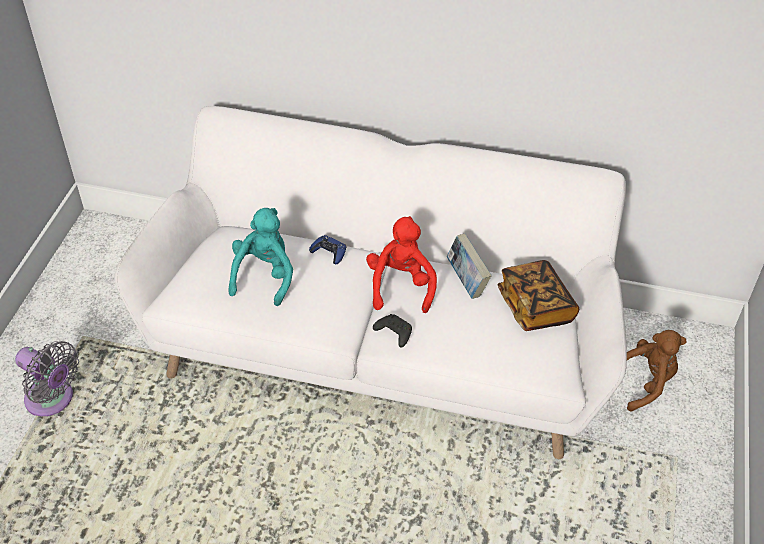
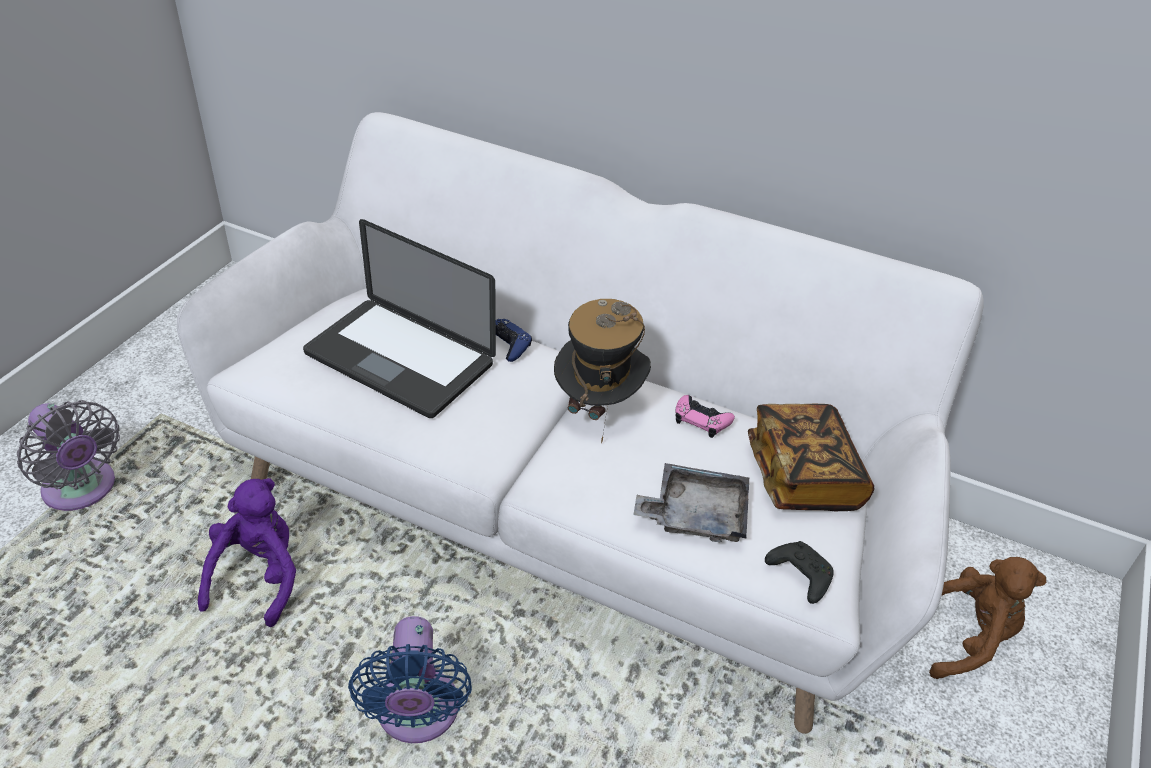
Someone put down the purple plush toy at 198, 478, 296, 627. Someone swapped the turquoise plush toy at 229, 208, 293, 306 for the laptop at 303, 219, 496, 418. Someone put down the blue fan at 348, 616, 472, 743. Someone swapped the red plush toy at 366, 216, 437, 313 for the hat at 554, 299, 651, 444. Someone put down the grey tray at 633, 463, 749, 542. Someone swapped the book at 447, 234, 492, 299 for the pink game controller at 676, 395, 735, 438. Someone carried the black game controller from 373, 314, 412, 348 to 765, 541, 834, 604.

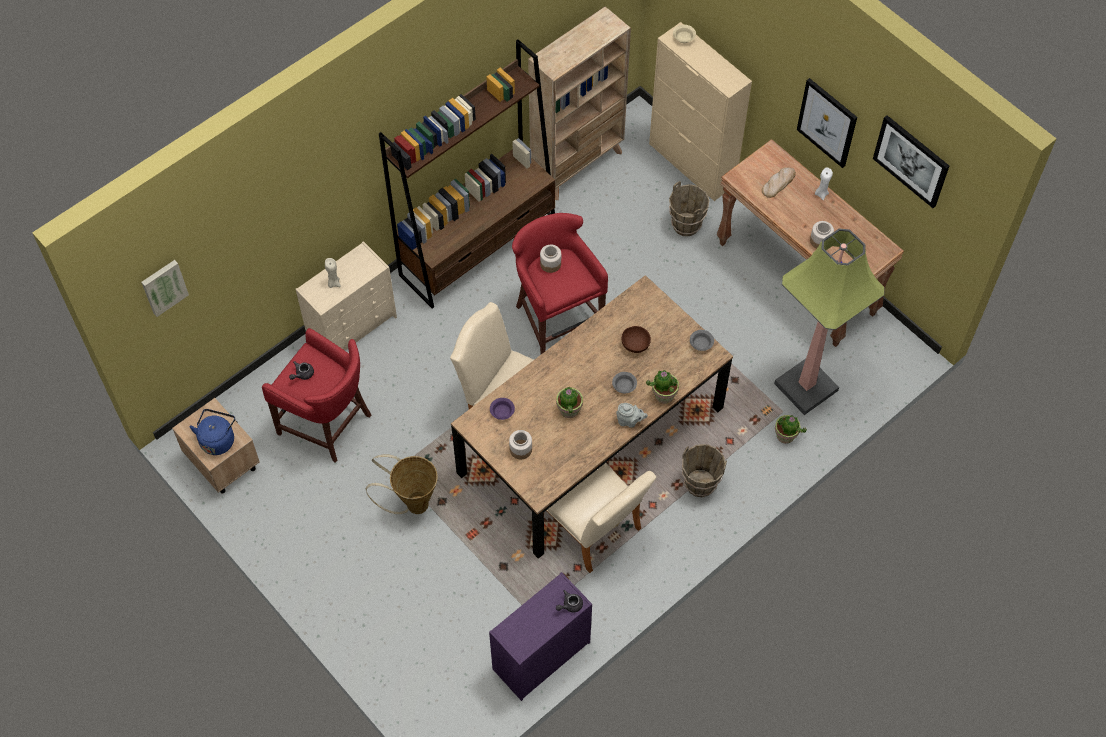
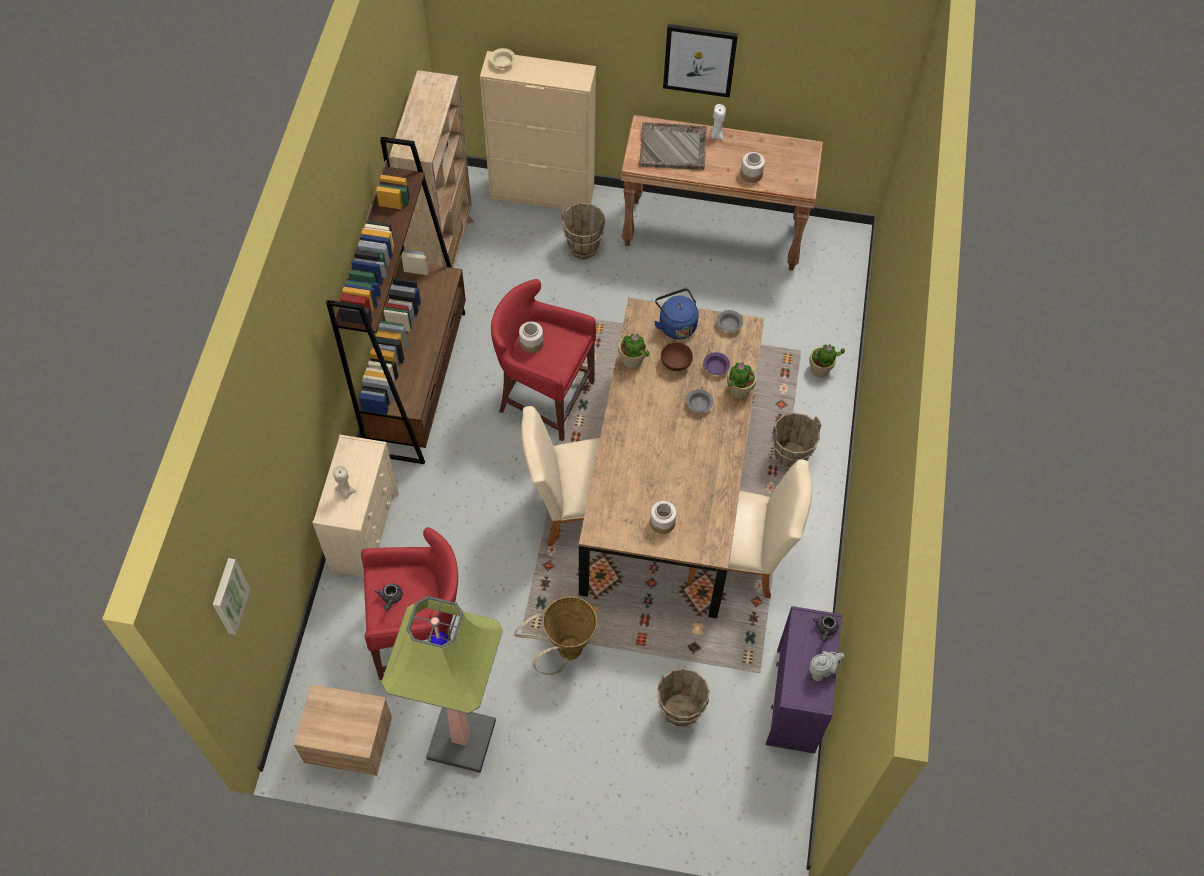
Someone carried the floor lamp from 774, 228, 884, 415 to 381, 596, 503, 773. Someone carried the potted plant from 556, 387, 583, 418 to 619, 334, 650, 368. Someone swapped the bread at 762, 167, 796, 198 for the grey tray at 639, 122, 707, 170. Someone carried the blue kettle from 189, 409, 235, 455 to 654, 288, 699, 339. Someone put down the brown bucket at 658, 668, 710, 728. Someone carried the purple bowl from 490, 398, 515, 420 to 703, 352, 730, 375. Someone carried the grey teapot from 616, 403, 648, 428 to 810, 651, 845, 681. Someone took away the picture at 873, 115, 949, 208.

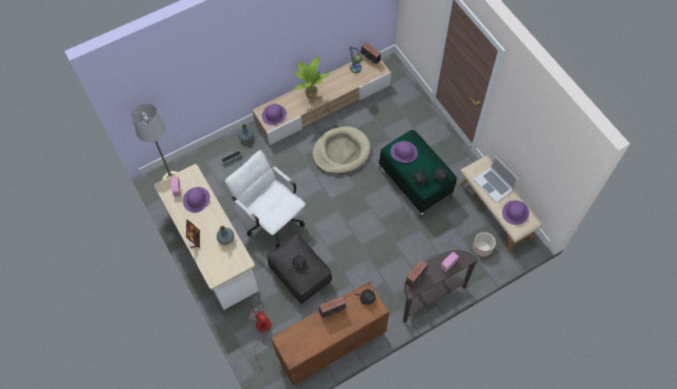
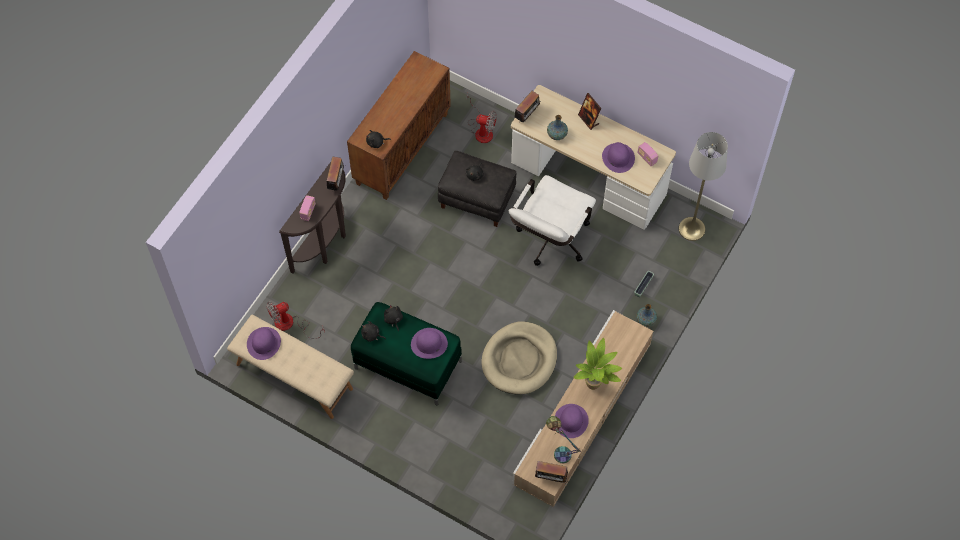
Someone swapped the planter at 473, 232, 496, 257 for the fan at 266, 301, 325, 339. Someone rotated the white office chair at 225, 150, 305, 248 by 105 degrees clockwise. Someone carried the radio from 319, 296, 346, 318 to 512, 91, 542, 122. Someone carried the purple hat from 262, 104, 287, 126 to 555, 404, 589, 438. Someone took away the laptop at 473, 156, 518, 203.

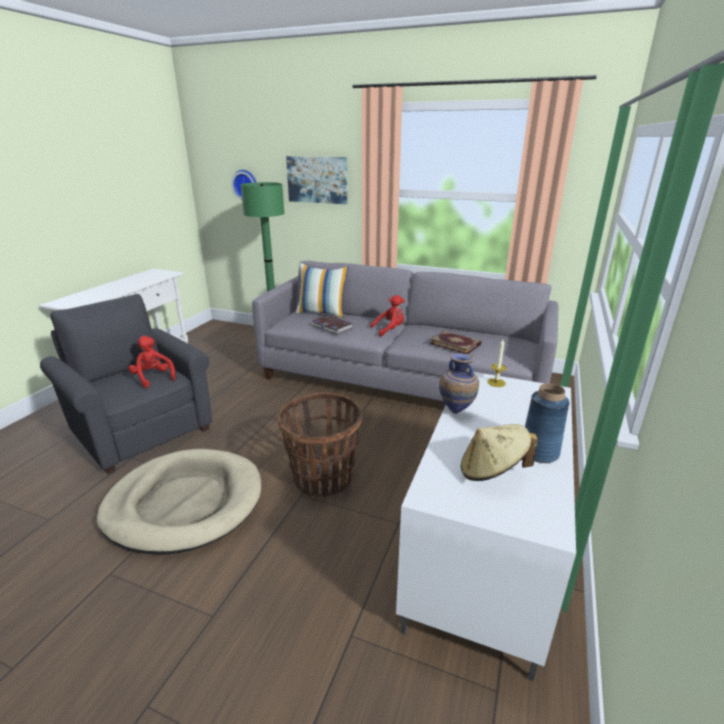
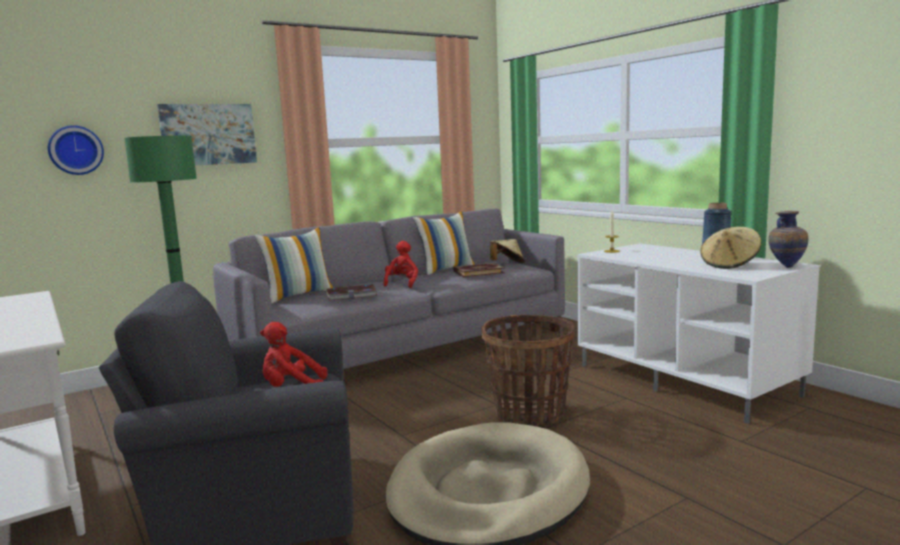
Someone put down the pillow at 413, 211, 475, 275. Someone put down the beige hat at 490, 239, 525, 263. Someone carried the vase from 439, 353, 479, 414 to 768, 211, 808, 268.

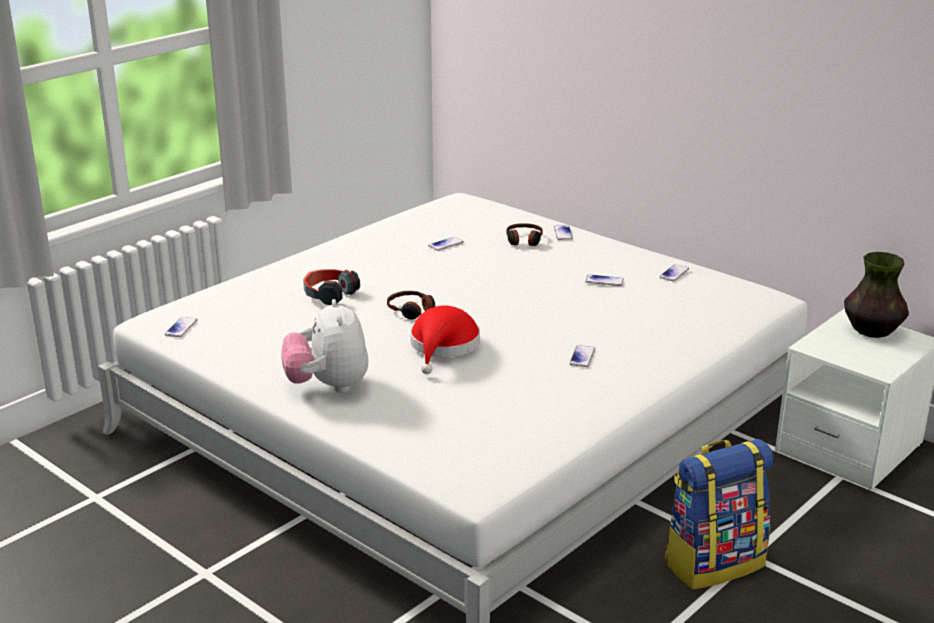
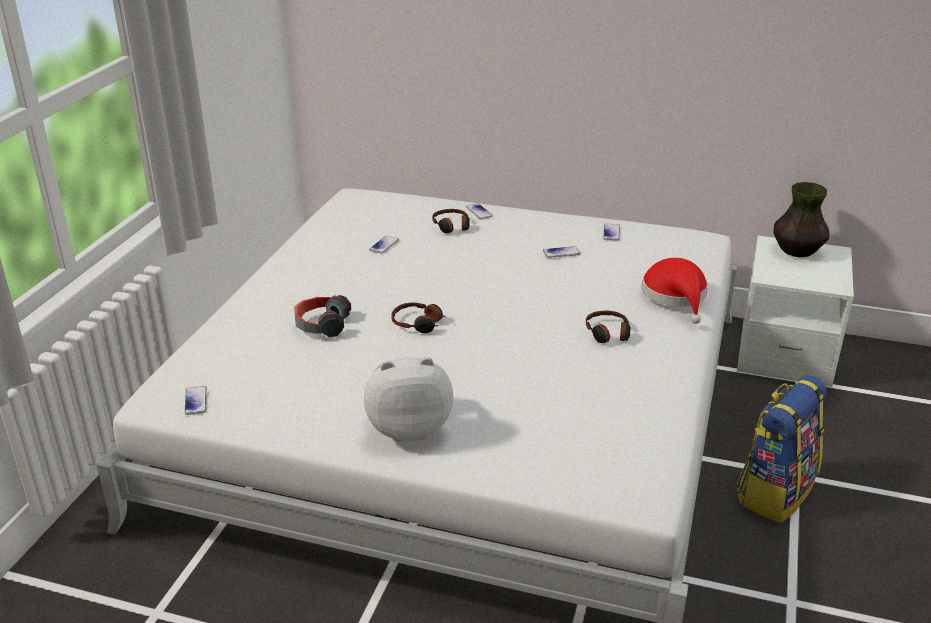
Someone rotated the plush toy at 281, 299, 369, 393 by 120 degrees clockwise. Someone swapped the phone at 569, 345, 595, 367 for the headphones at 586, 311, 631, 343. Someone carried the red hat from 410, 306, 480, 374 to 642, 258, 708, 324.

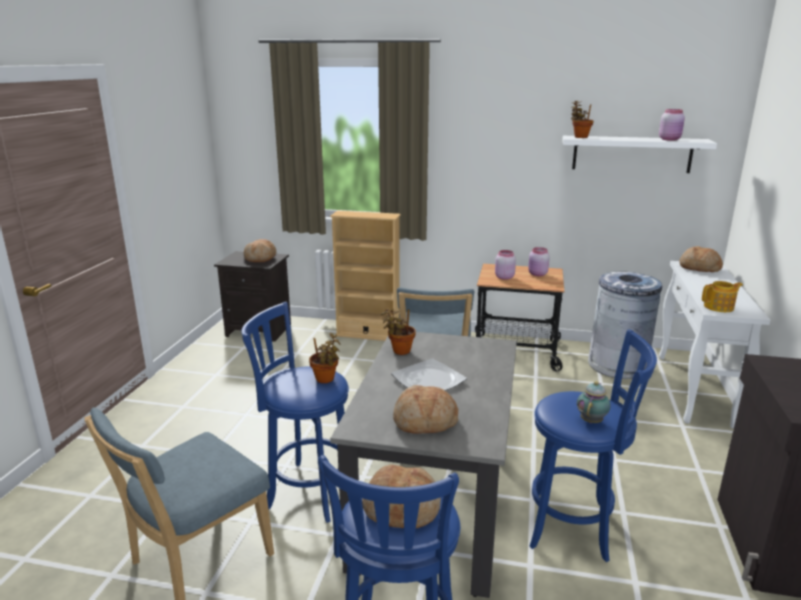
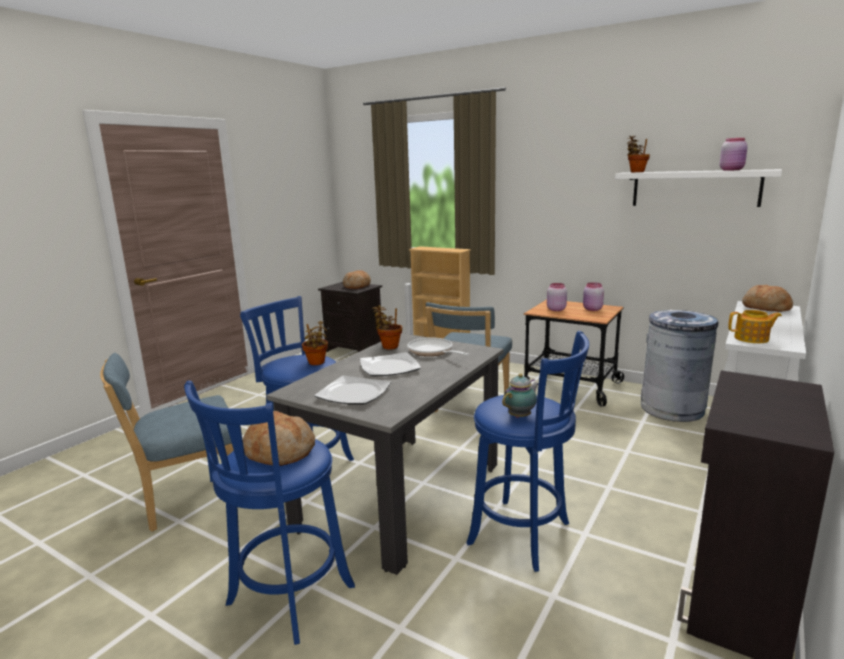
Someone swapped the bread at 393, 385, 458, 434 for the plate at 314, 375, 391, 404. Someone put down the frying pan at 407, 338, 469, 356.

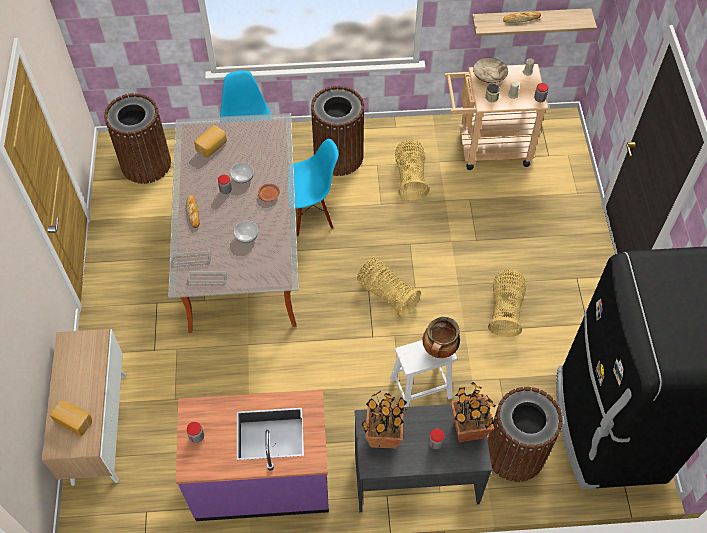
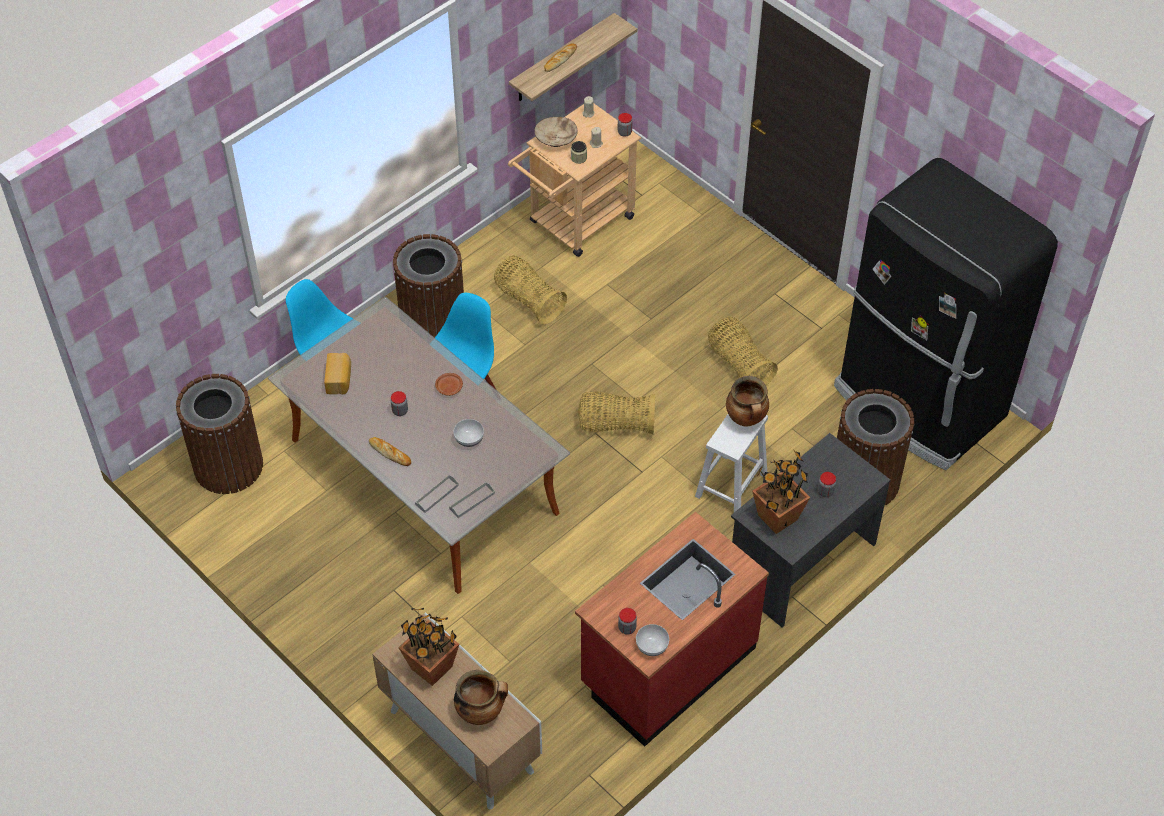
Someone carried the potted plant from 451, 382, 496, 442 to 399, 608, 459, 686. Someone swapped the bread at 50, 400, 92, 436 for the cooking pot at 454, 670, 508, 725. Someone repainted the purple counter at 176, 390, 329, 521, which became the red counter at 575, 512, 769, 747. Someone carried the bowl from 230, 162, 254, 184 to 636, 624, 669, 656.

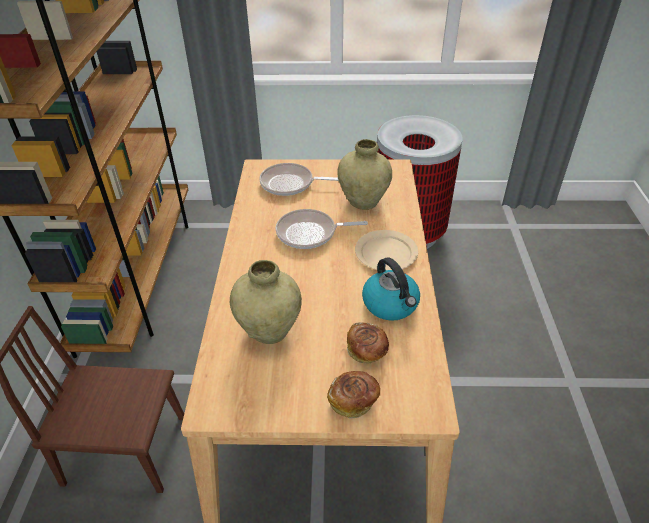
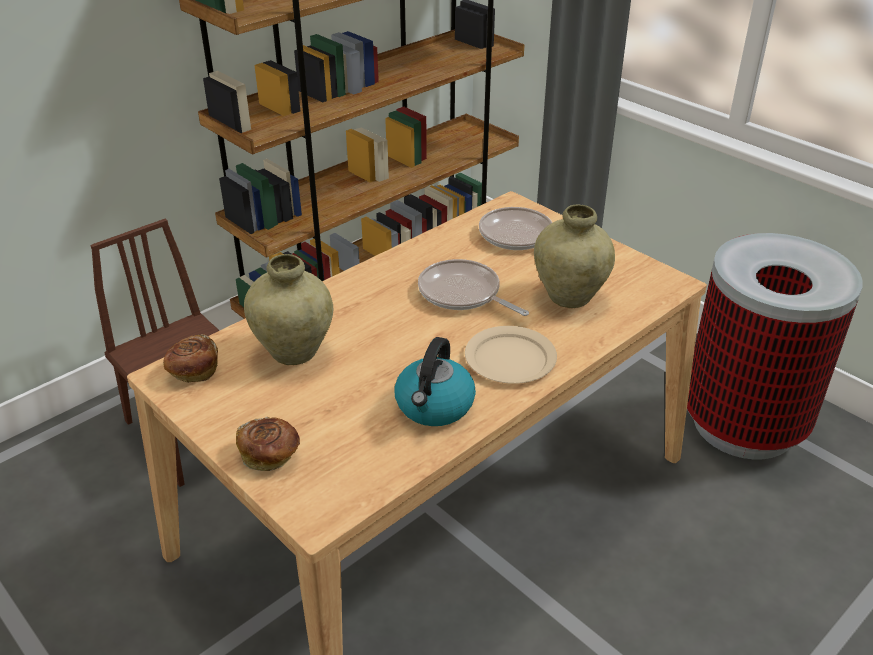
Someone carried the bread from 347, 322, 389, 364 to 163, 334, 218, 383.

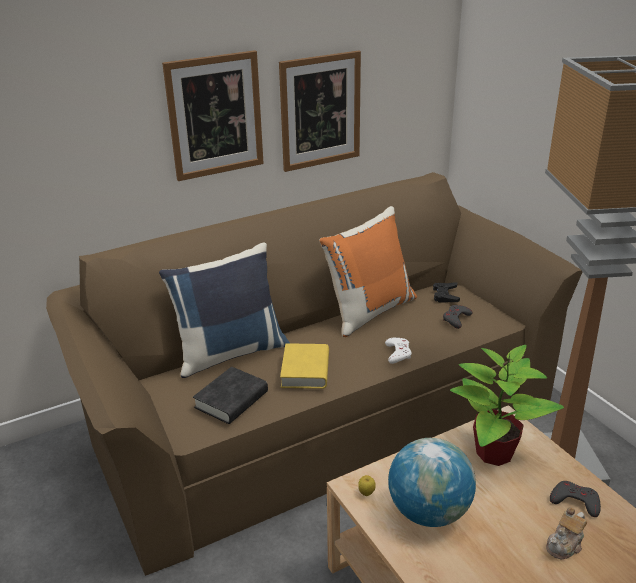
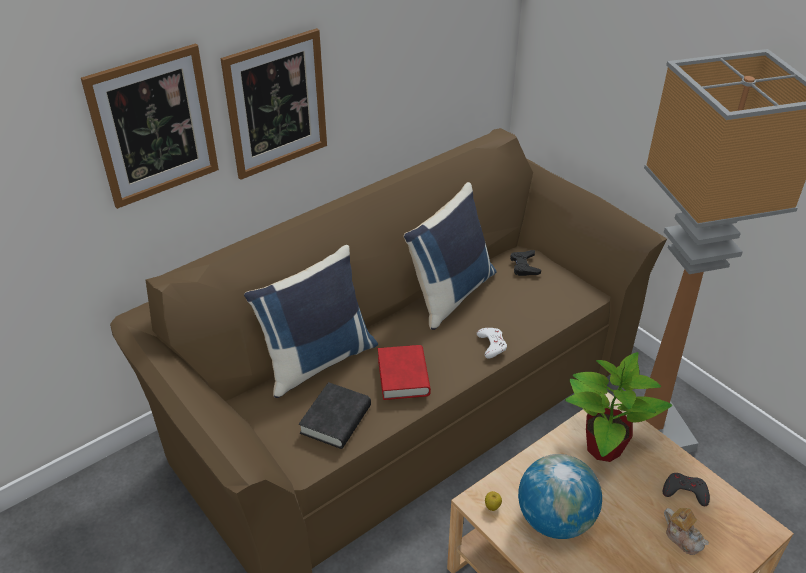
Someone carried the picture from 279, 50, 361, 172 to 81, 44, 219, 209. Someone repainted the yellow book at 280, 343, 329, 389, which became the red book at 378, 345, 431, 400. Someone repainted the orange pillow at 319, 206, 417, 337, which became the blue pillow at 404, 182, 497, 330. Someone rotated the teapot at 546, 507, 587, 559 by 75 degrees counterclockwise. Someone took away the grey game controller at 443, 305, 473, 329.

